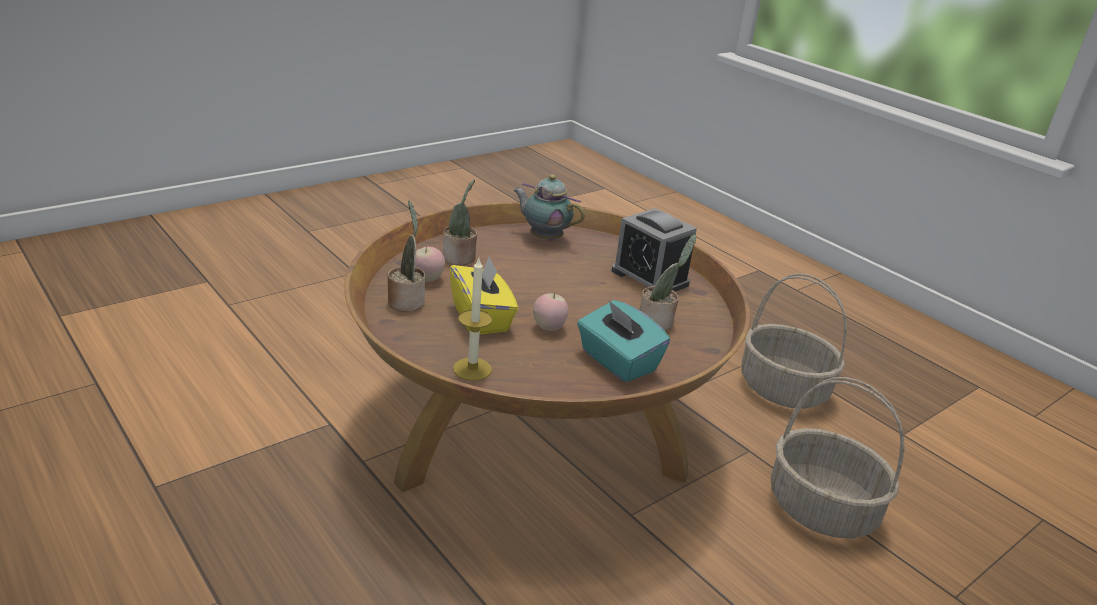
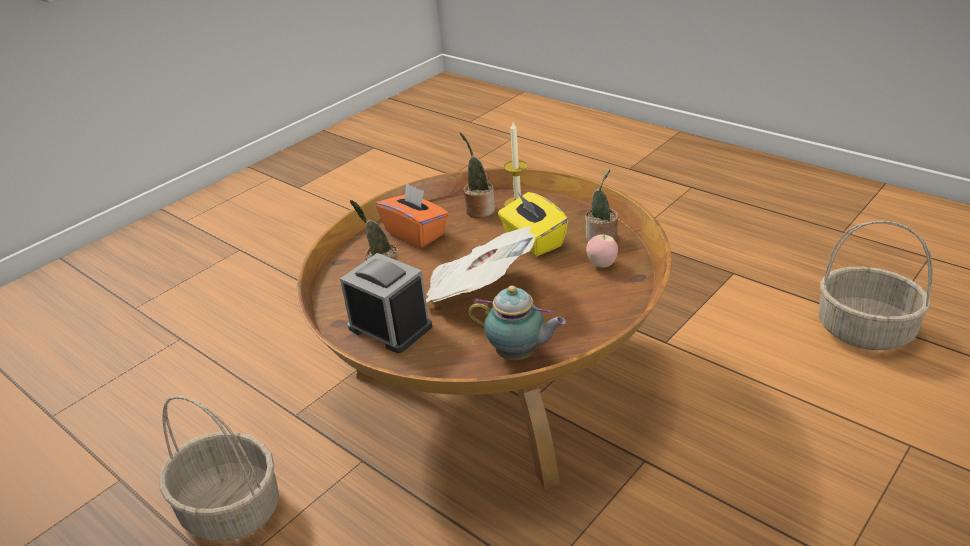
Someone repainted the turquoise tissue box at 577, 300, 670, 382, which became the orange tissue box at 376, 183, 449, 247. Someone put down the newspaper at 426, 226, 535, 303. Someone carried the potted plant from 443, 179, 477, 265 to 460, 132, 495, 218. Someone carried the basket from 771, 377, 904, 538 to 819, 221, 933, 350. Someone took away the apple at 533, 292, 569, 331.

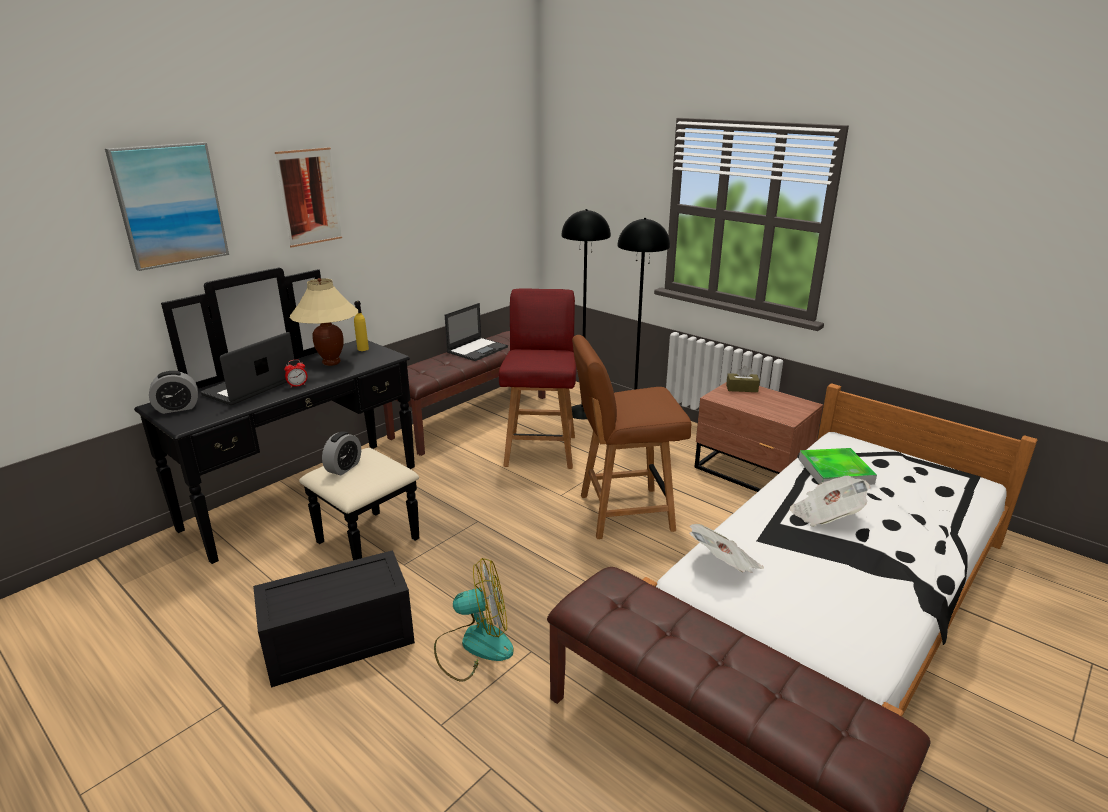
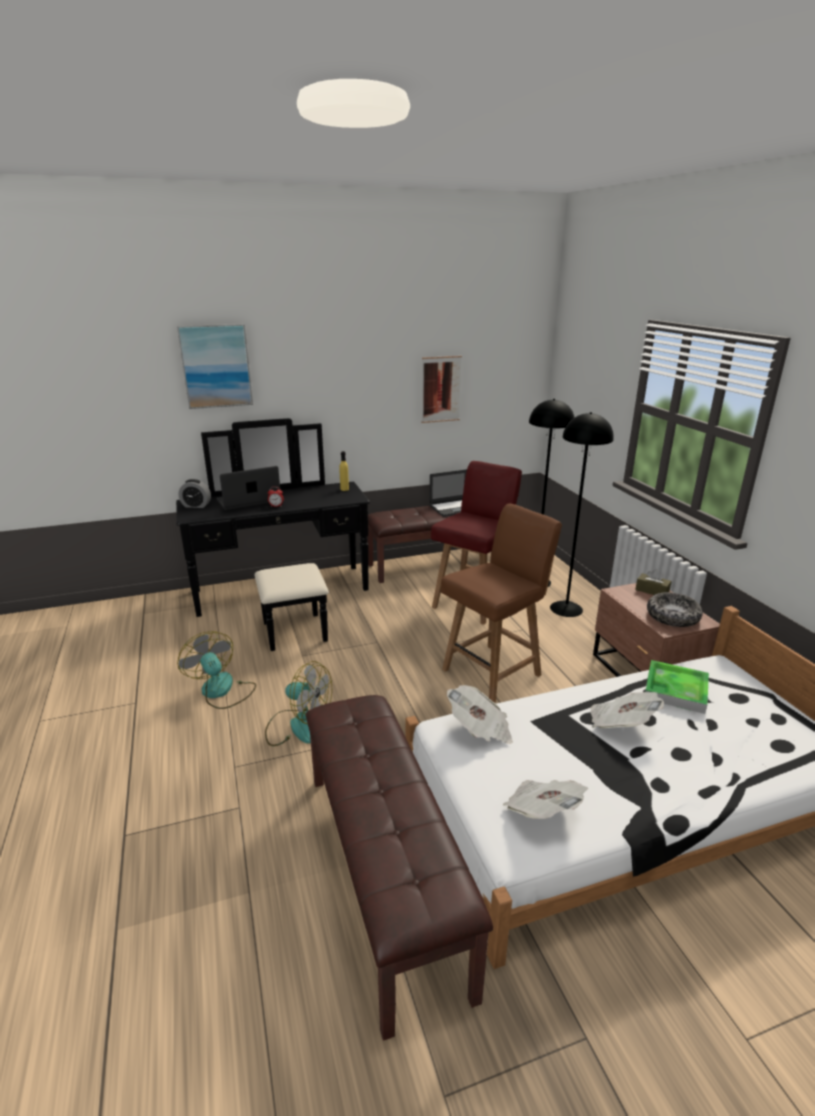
Someone swapped the black storage box at 253, 550, 415, 688 for the fan at 177, 631, 256, 709. Someone carried the picture from 275, 147, 342, 248 to 421, 356, 462, 423. Someone rotated the brown chair at 572, 335, 691, 539 by 120 degrees clockwise. Someone put down the newspaper at 503, 780, 588, 819. Someone put down the bowl at 647, 592, 703, 627. Someone took away the beige table lamp at 290, 278, 358, 366. Someone took away the alarm clock at 322, 431, 361, 476.

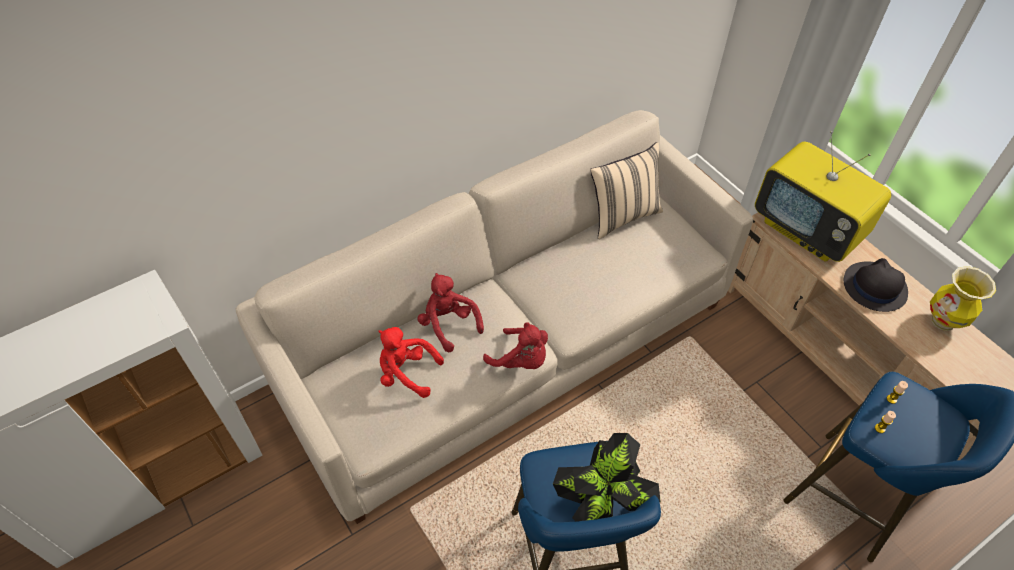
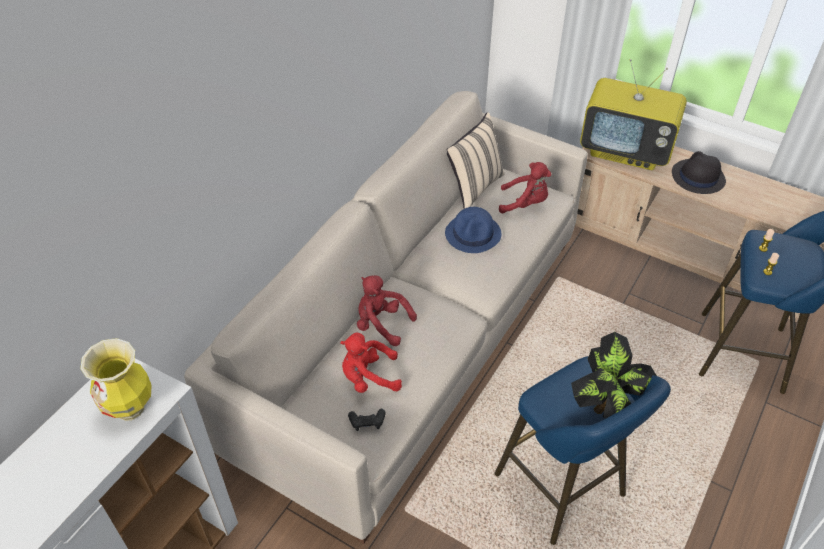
Someone carried the vase from 930, 266, 996, 331 to 80, 338, 152, 421. Someone put down the black game controller at 348, 409, 386, 431. Someone put down the blue hat at 445, 207, 501, 253. Someone carried the red plush toy from 483, 322, 548, 369 to 499, 162, 551, 213.

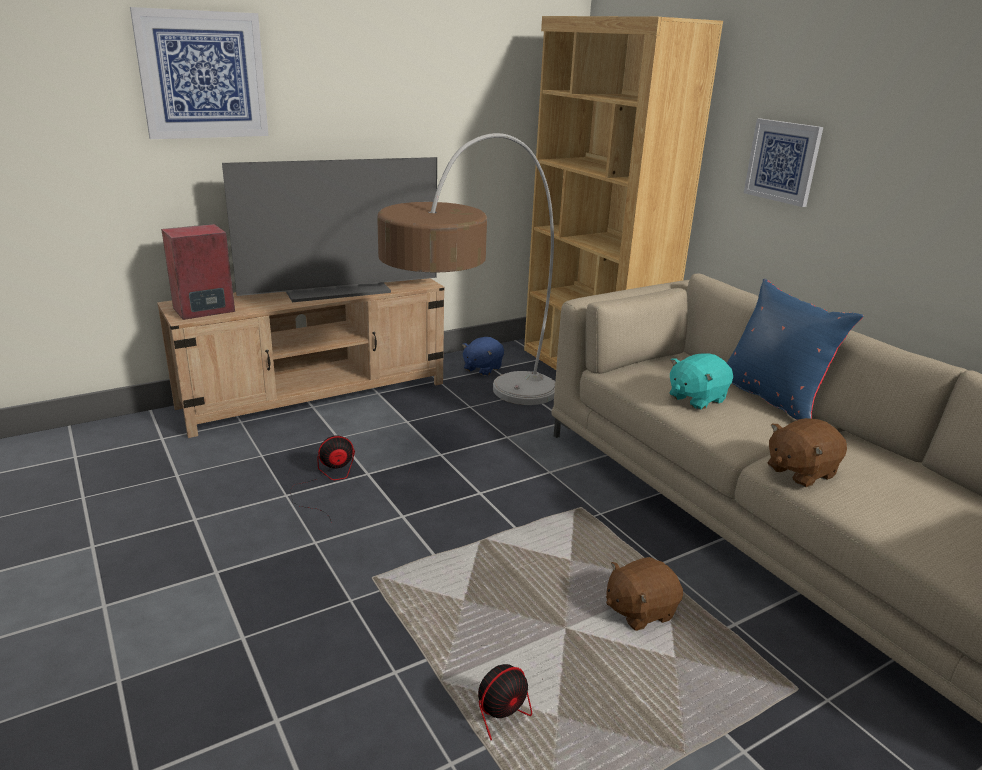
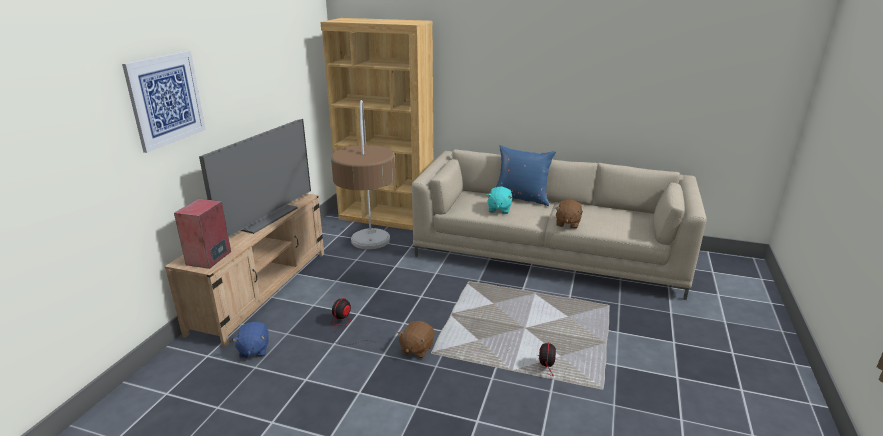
Someone carried the blue plush toy from 462, 337, 504, 376 to 232, 322, 269, 358. Someone carried the brown plush toy from 606, 557, 683, 631 to 398, 321, 434, 359. Someone took away the picture at 744, 119, 823, 207.

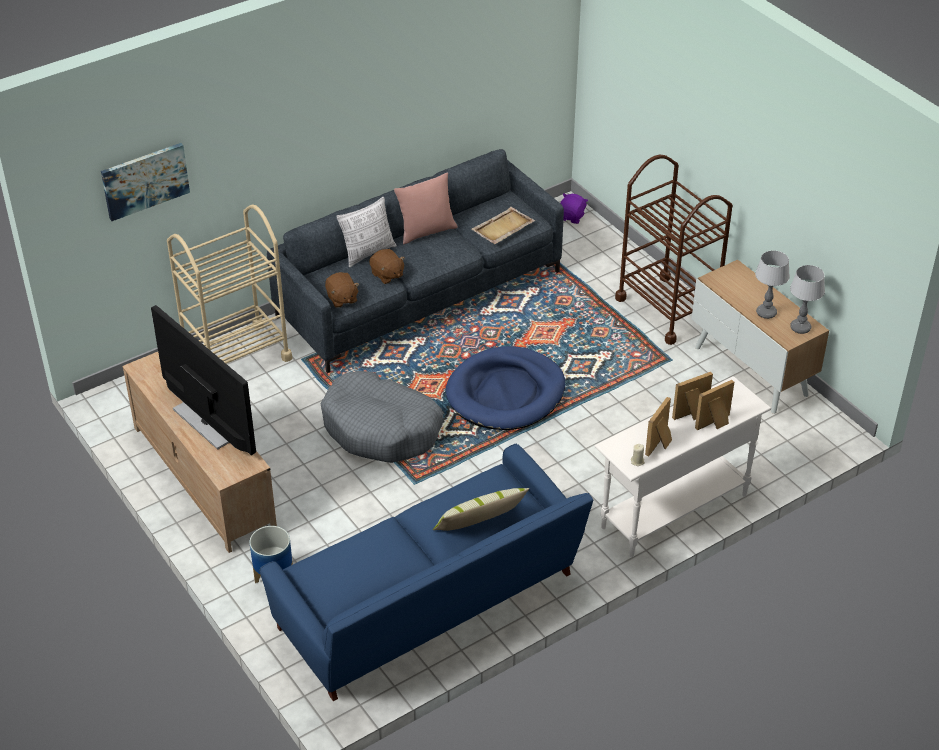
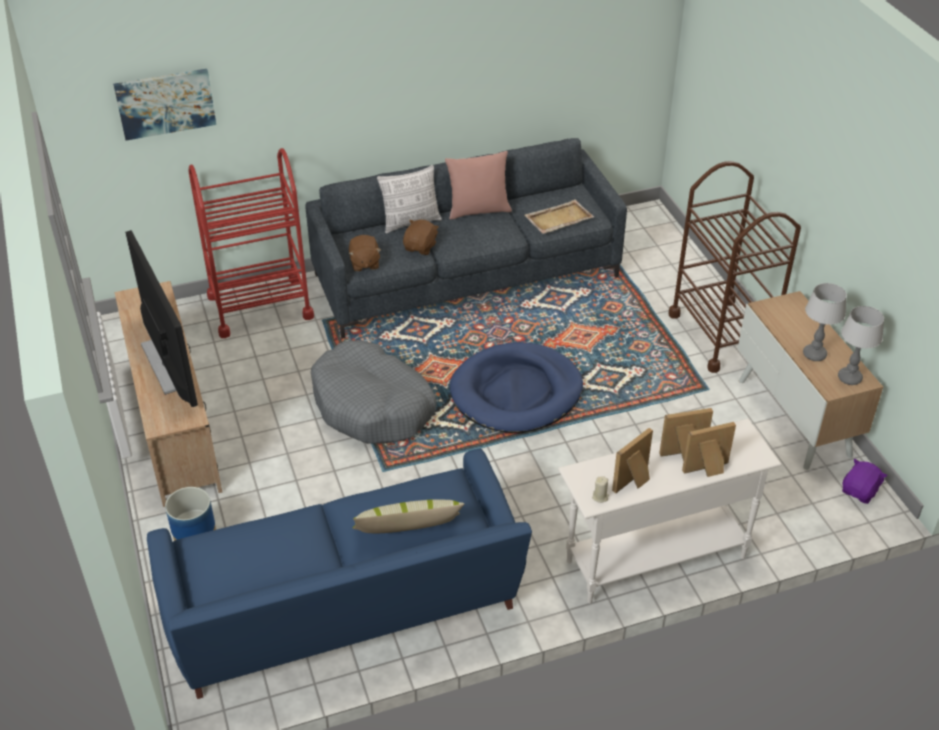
Someone repainted the beige cart at 167, 205, 293, 364, which became the red cart at 189, 148, 314, 338. Someone rotated the brown plush toy at 369, 249, 405, 284 by 135 degrees counterclockwise. Someone carried the purple plush toy from 560, 193, 588, 224 to 842, 459, 887, 504.

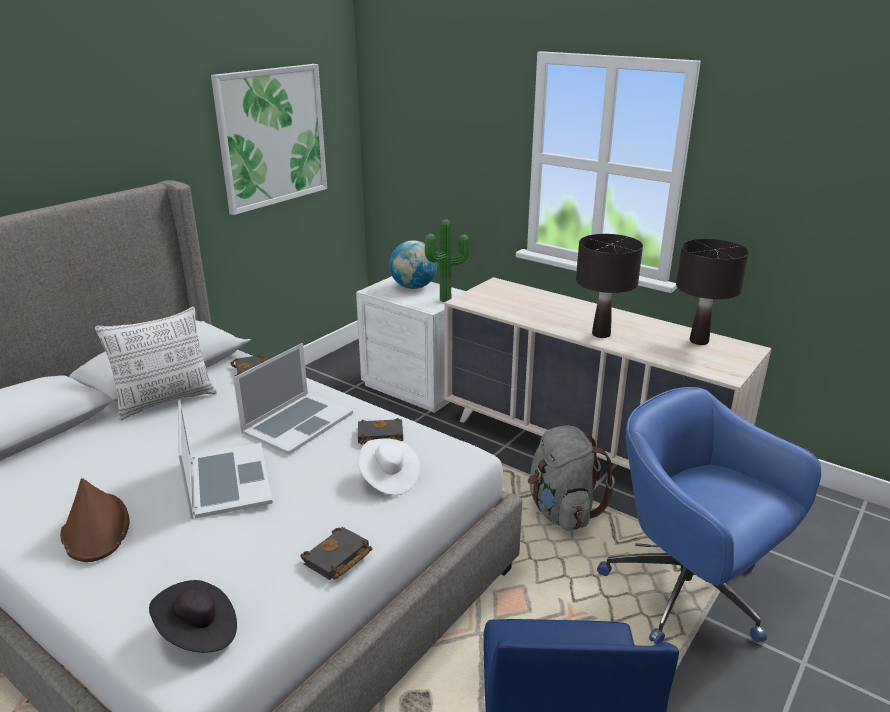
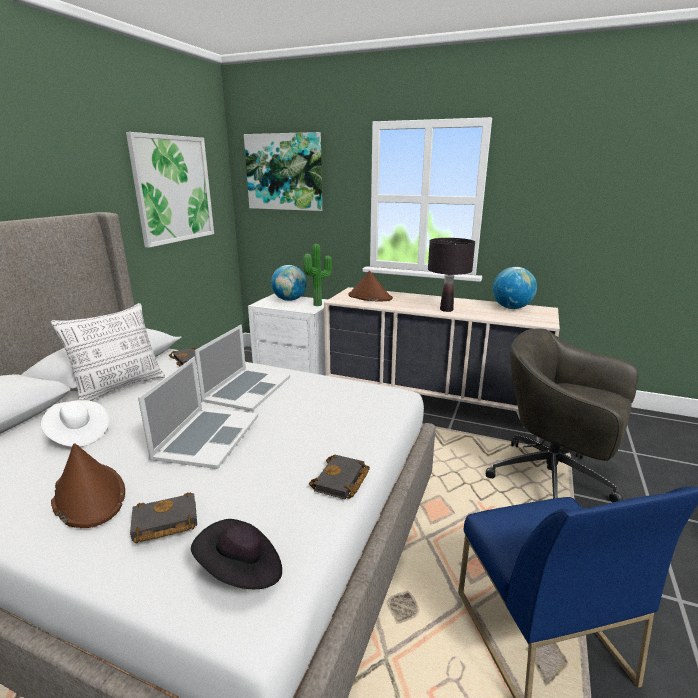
Someone carried the white hat from 358, 438, 420, 495 to 41, 400, 109, 447. Someone carried the black book from 358, 418, 403, 445 to 130, 492, 197, 543. Someone rotated the laptop at 178, 400, 273, 519 by 45 degrees clockwise. Someone put up the picture at 244, 132, 322, 211. Someone put down the brown hat at 349, 271, 393, 302. Someone repainted the blue office chair at 597, 387, 821, 644, which became the grey office chair at 486, 328, 639, 502. Someone swapped the black table lamp at 676, 239, 749, 345 for the globe at 492, 267, 537, 309. Someone took away the grey backpack at 528, 426, 615, 531.

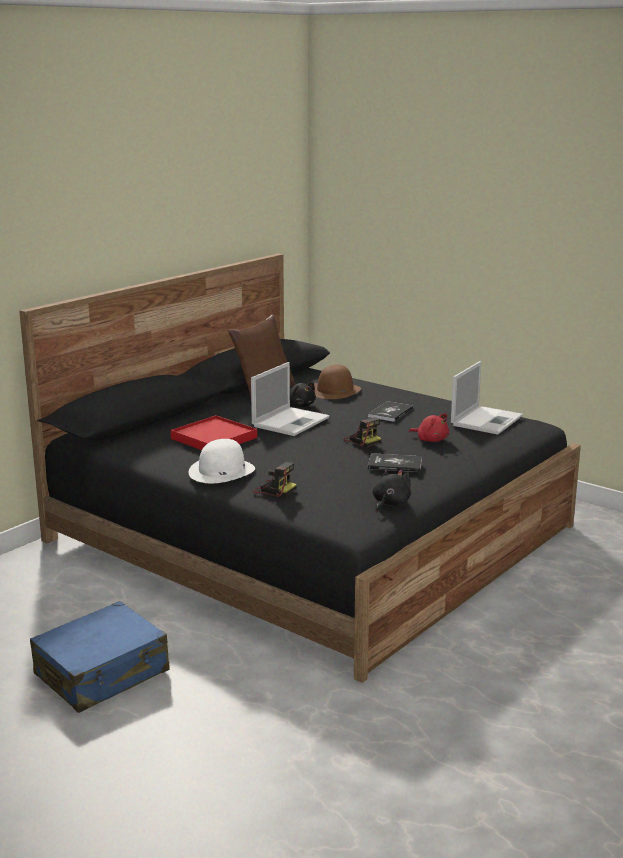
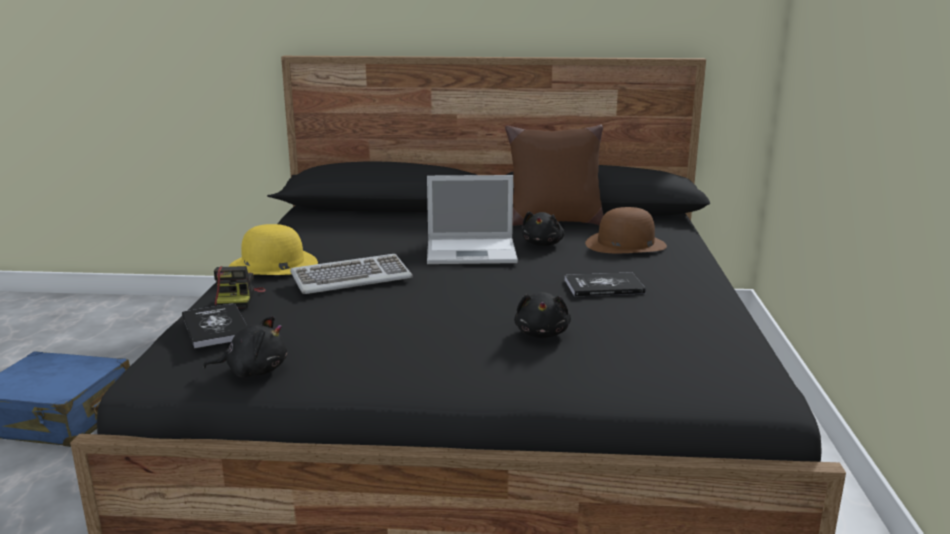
Someone carried the book from 368, 453, 422, 472 to 182, 303, 247, 349. Someone repainted the white hat at 189, 439, 255, 483, which became the yellow hat at 229, 224, 318, 275. Someone put down the keyboard at 290, 254, 413, 294. Someone repainted the red plush toy at 409, 413, 449, 442, which became the black plush toy at 514, 292, 571, 338. Someone took away the red tray at 170, 415, 257, 450. Someone took away the photo camera at 343, 417, 381, 447. Someone took away the laptop at 451, 361, 523, 435.

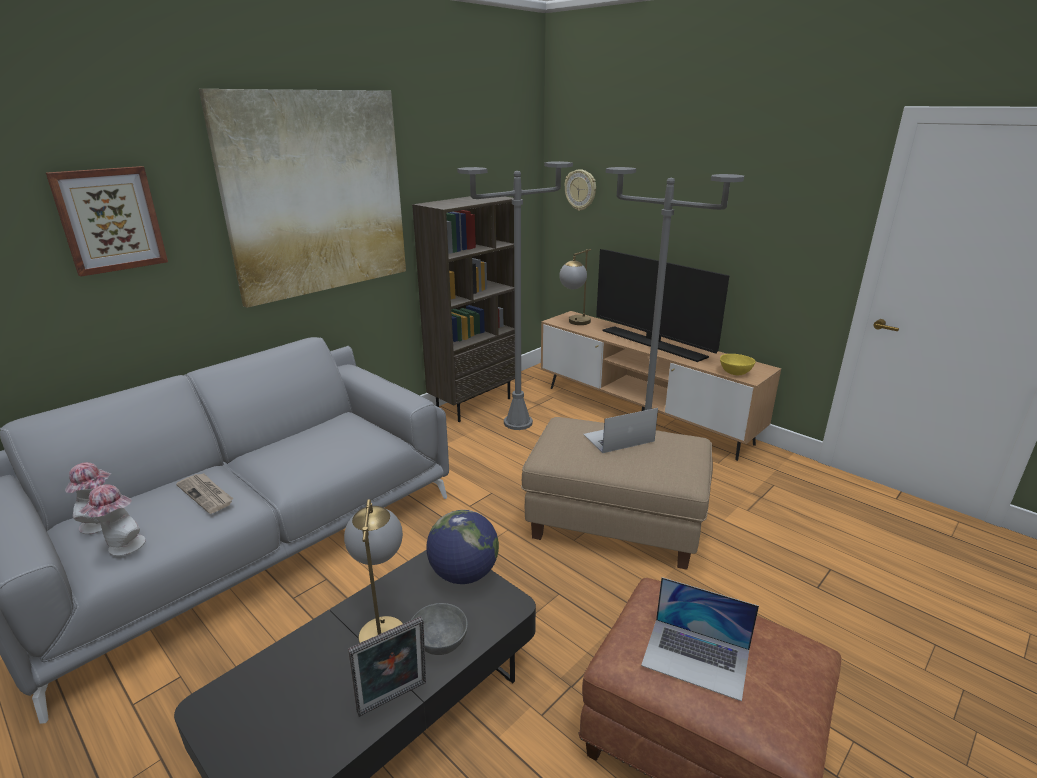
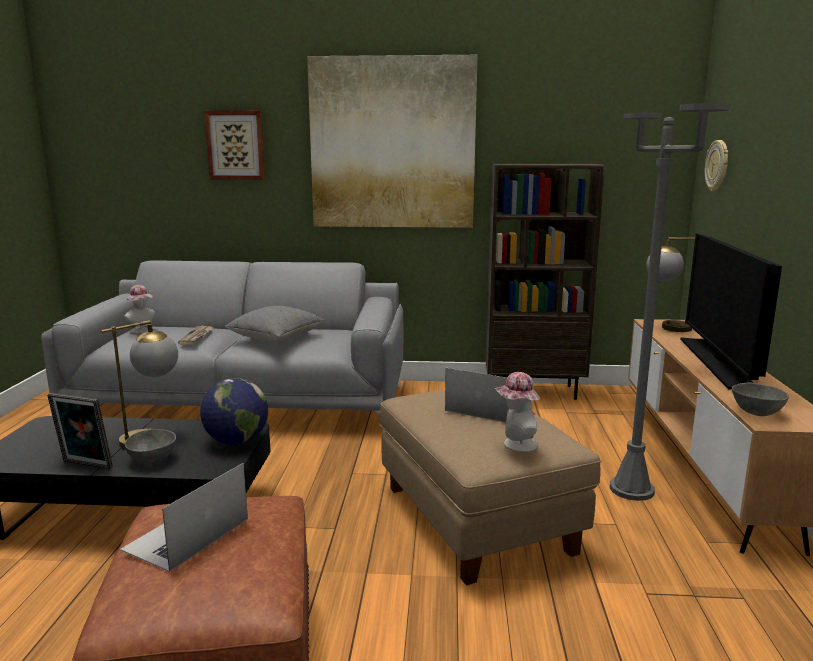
Someone rotated the laptop at 641, 577, 759, 701 by 45 degrees clockwise. Someone put down the grey pillow at 225, 306, 325, 342. Someone carried the hat from 78, 485, 146, 556 to 495, 372, 540, 452. Someone repainted the yellow bowl at 720, 354, 756, 375, which became the grey bowl at 732, 382, 789, 416. Someone took away the grey floor lamp at 457, 161, 573, 430.

